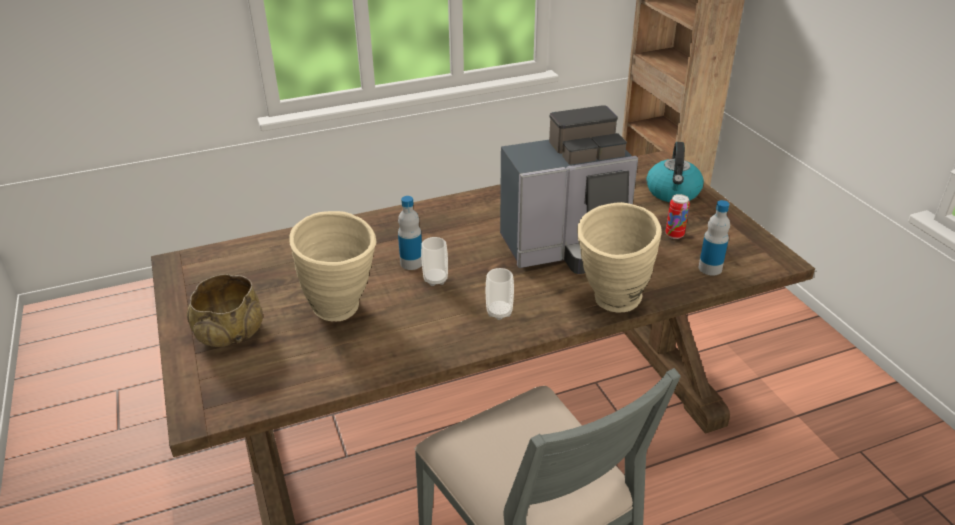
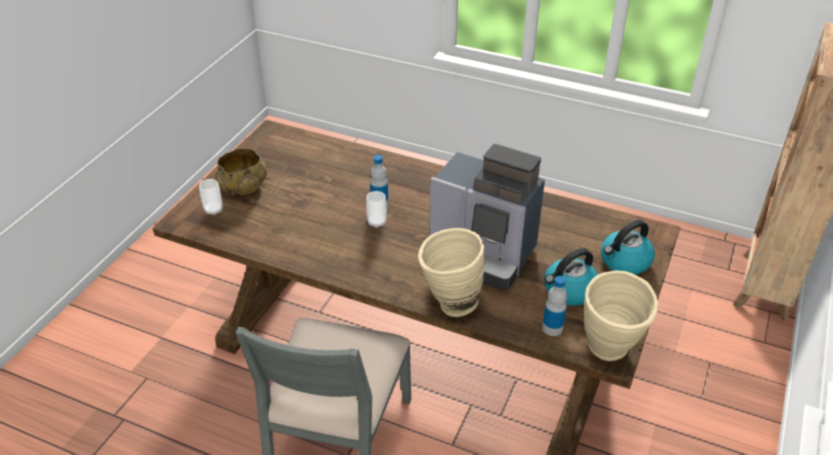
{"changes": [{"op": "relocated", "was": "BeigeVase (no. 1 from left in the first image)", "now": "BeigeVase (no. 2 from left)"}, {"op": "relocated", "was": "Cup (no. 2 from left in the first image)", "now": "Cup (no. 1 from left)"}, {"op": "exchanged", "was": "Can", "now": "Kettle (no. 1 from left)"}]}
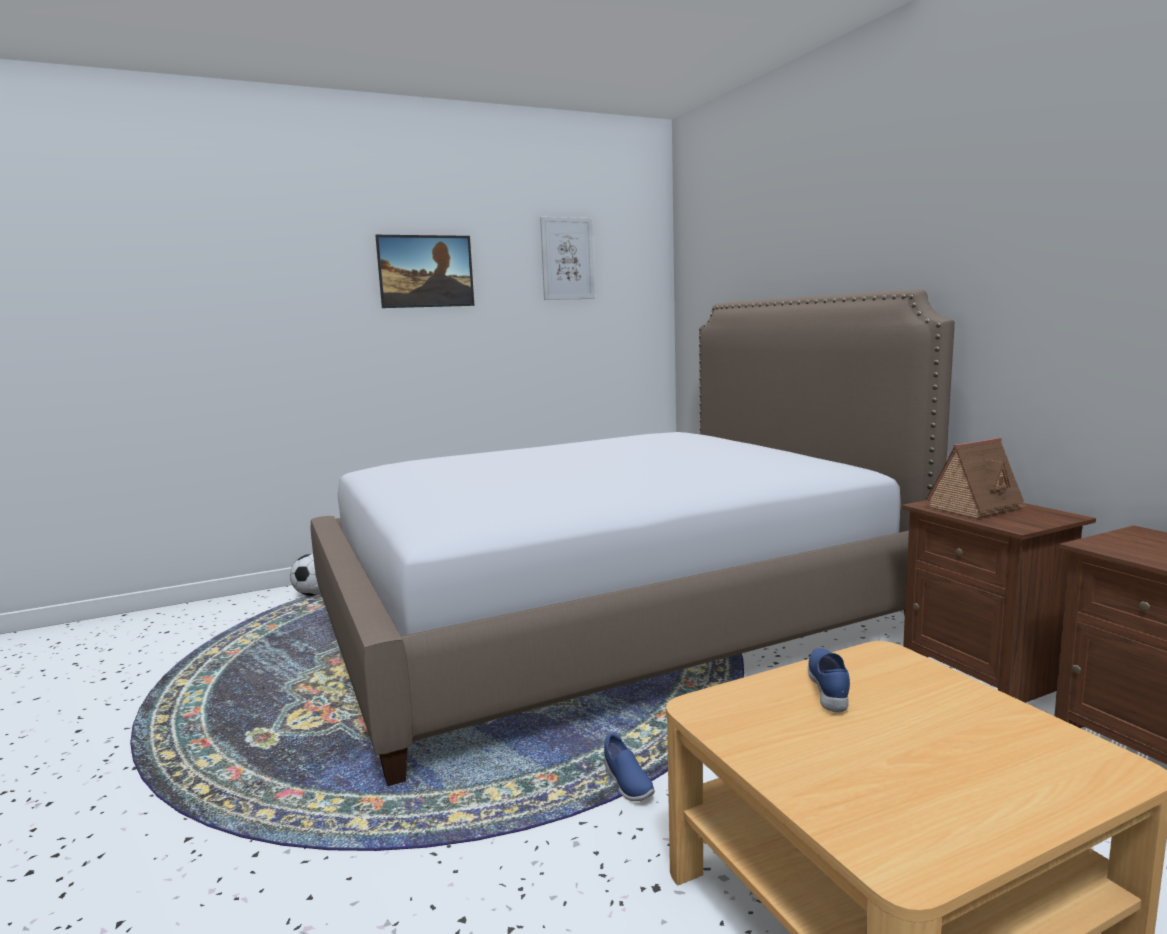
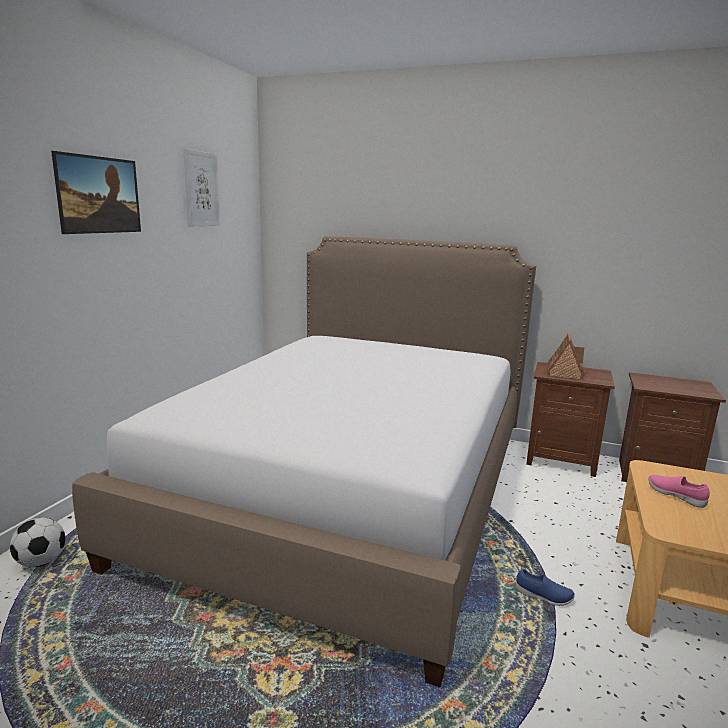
{"changes": [{"op": "colour", "was": "BlueShoe (no. 2 from left)", "now": "PinkShoe"}]}
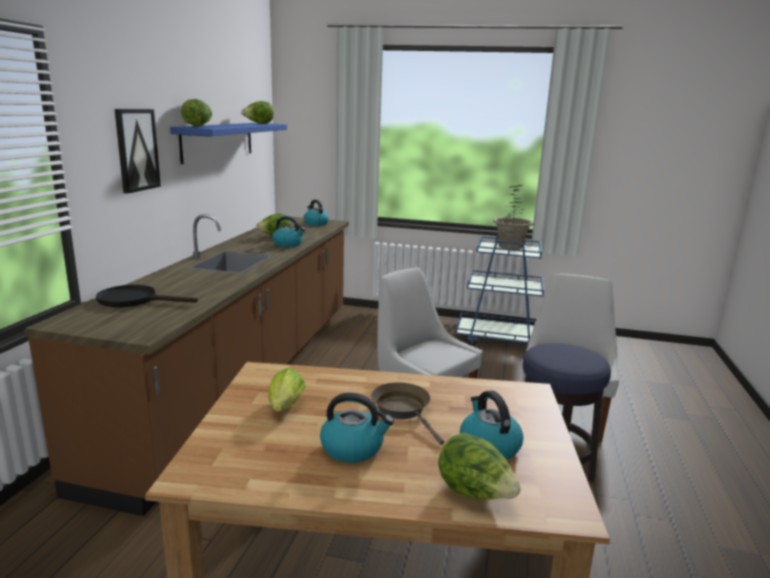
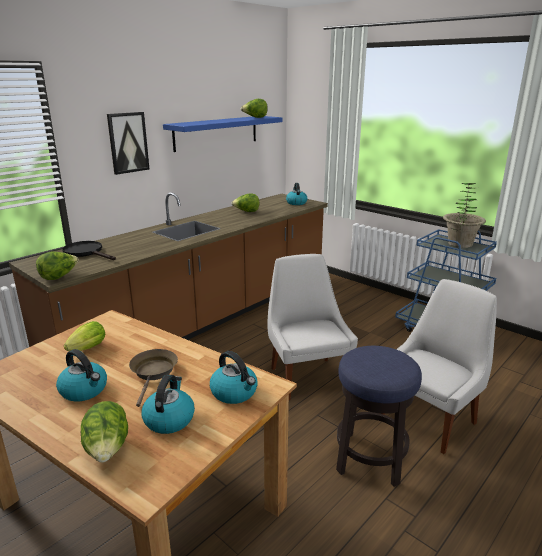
{"changes": [{"op": "relocated", "was": "Lettuce (no. 1 from left)"}, {"op": "relocated", "was": "Kettle (no. 1 from left in the first image)", "now": "Kettle (no. 3 from left)"}]}
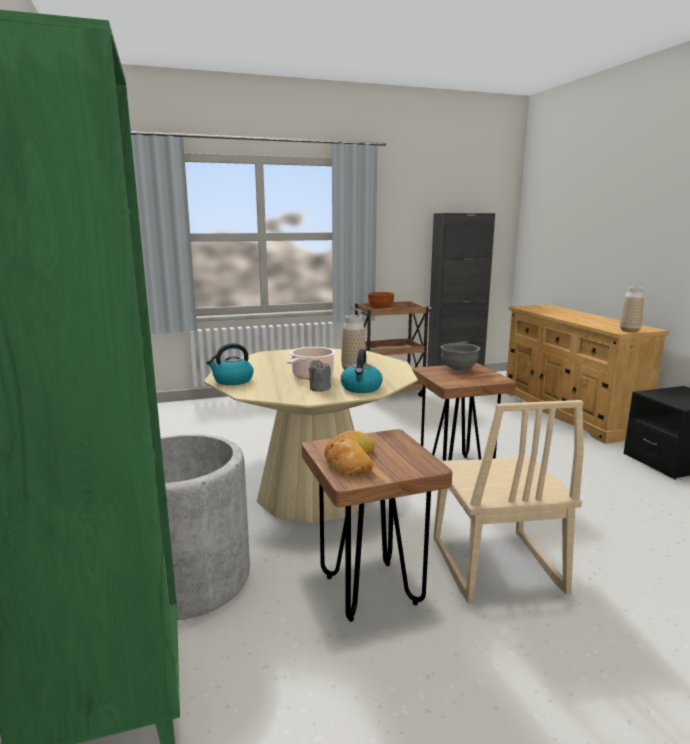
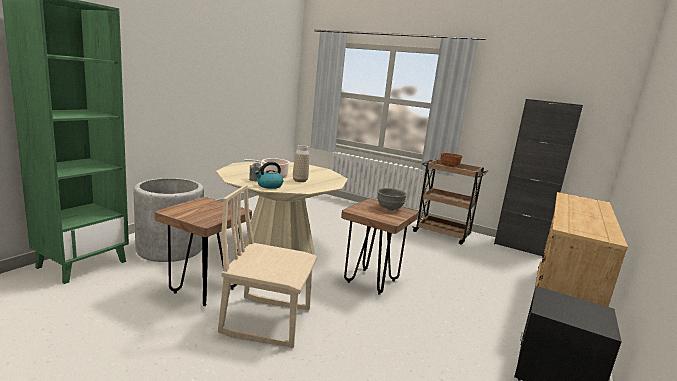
{"changes": [{"op": "missing", "was": "Kettle (no. 1 from left)"}, {"op": "missing", "was": "Bread"}, {"op": "missing", "was": "Vase (no. 2 from left)"}, {"op": "spun", "was": "BeigeChair", "clockwise": 60}]}
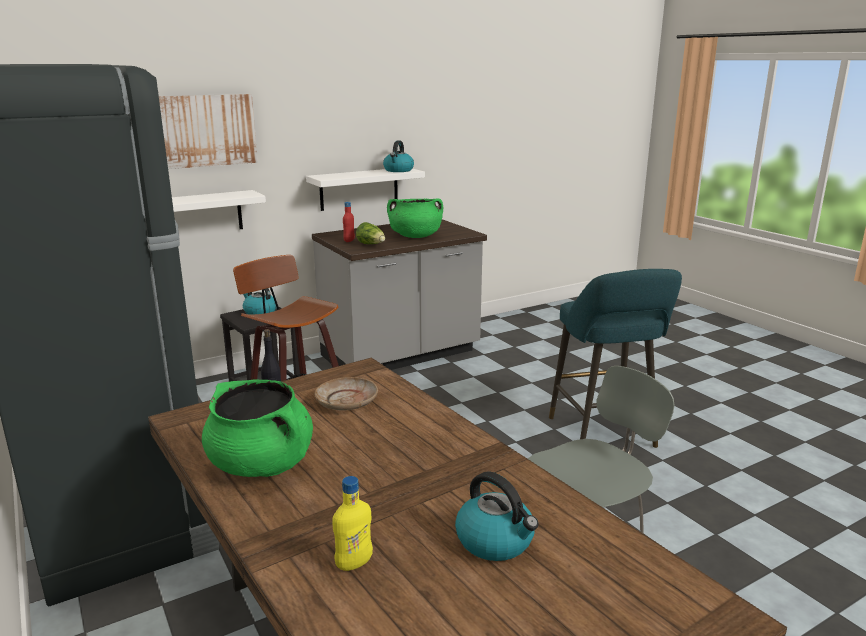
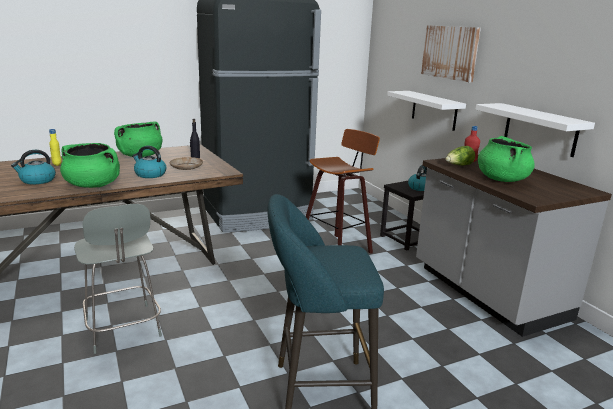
{"changes": [{"op": "appeared", "now": "GreenCookingPot (no. 1 from left)"}, {"op": "relocated", "was": "Kettle (no. 2 from left)"}]}
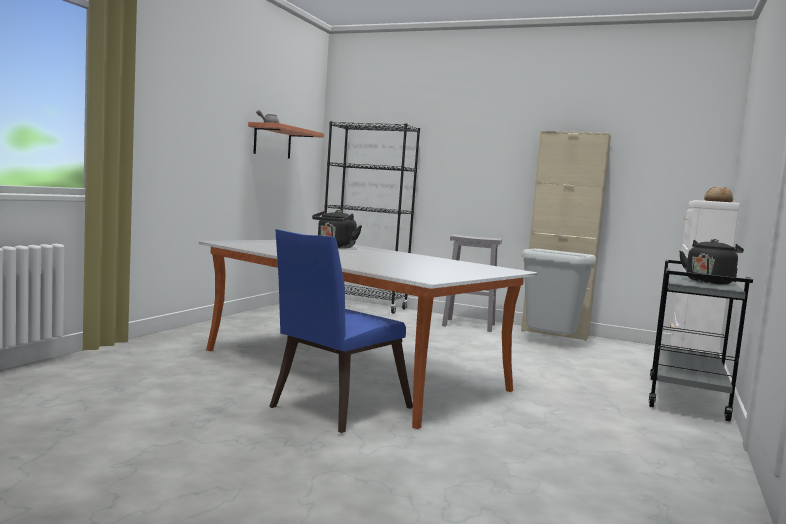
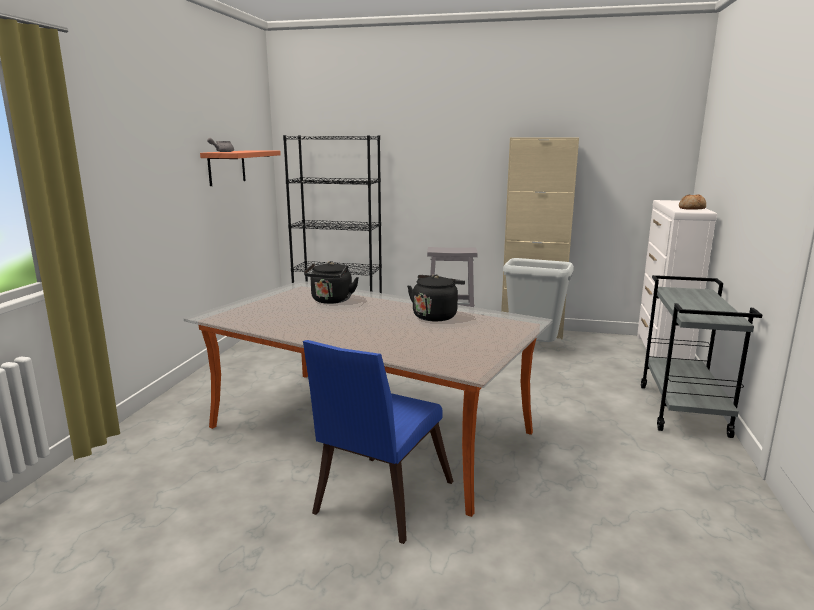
{"changes": [{"op": "relocated", "was": "BlackKettle (no. 2 from left)"}]}
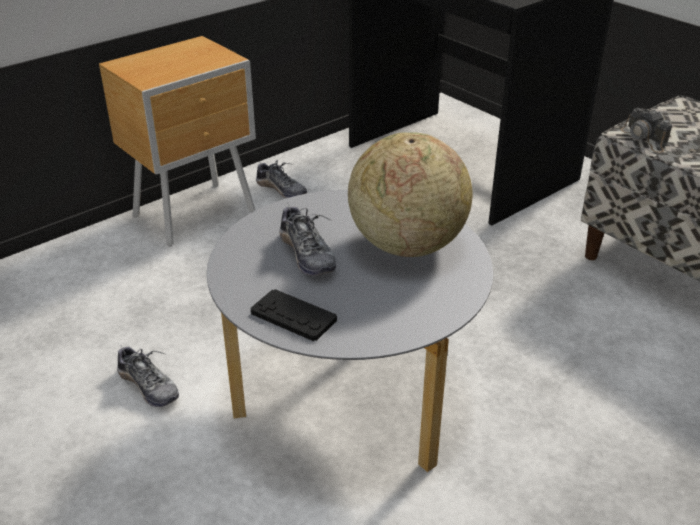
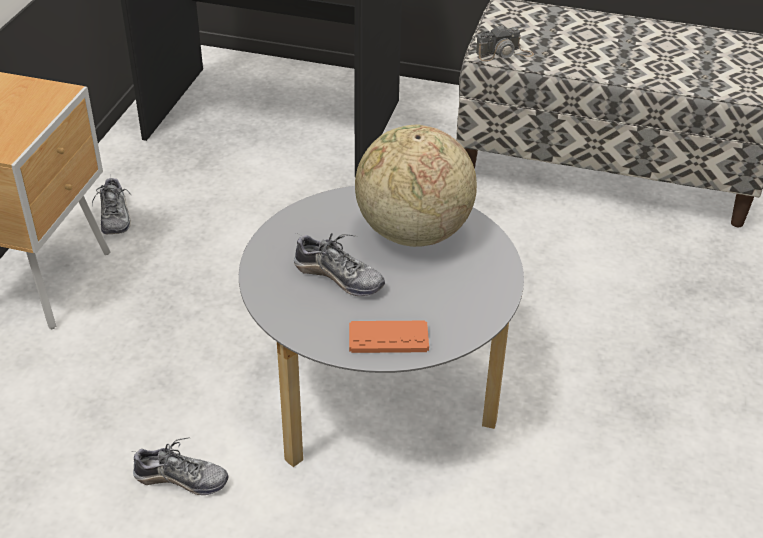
{"changes": [{"op": "colour", "was": "BlackGameController", "now": "OrangeGameController"}, {"op": "spun", "was": "Shoe (no. 2 from left in the first image)", "clockwise": 75}, {"op": "spun", "was": "PhotoCamera", "clockwise": -45}]}
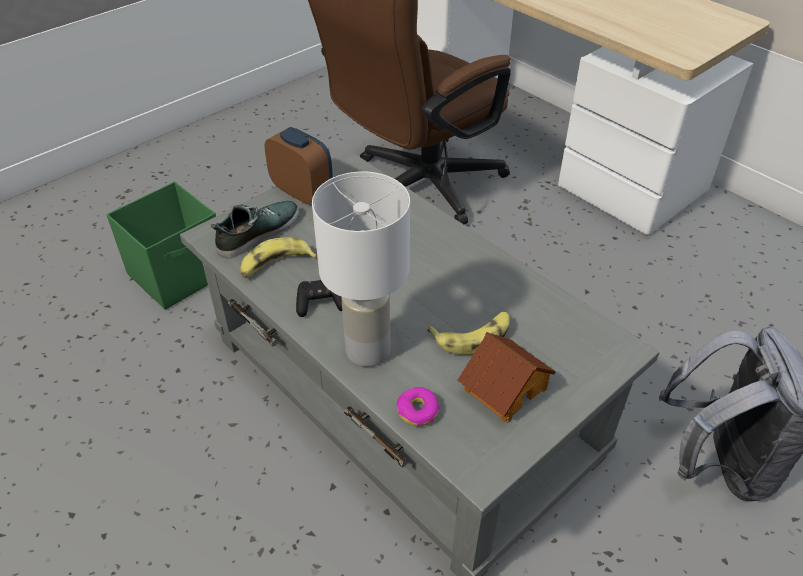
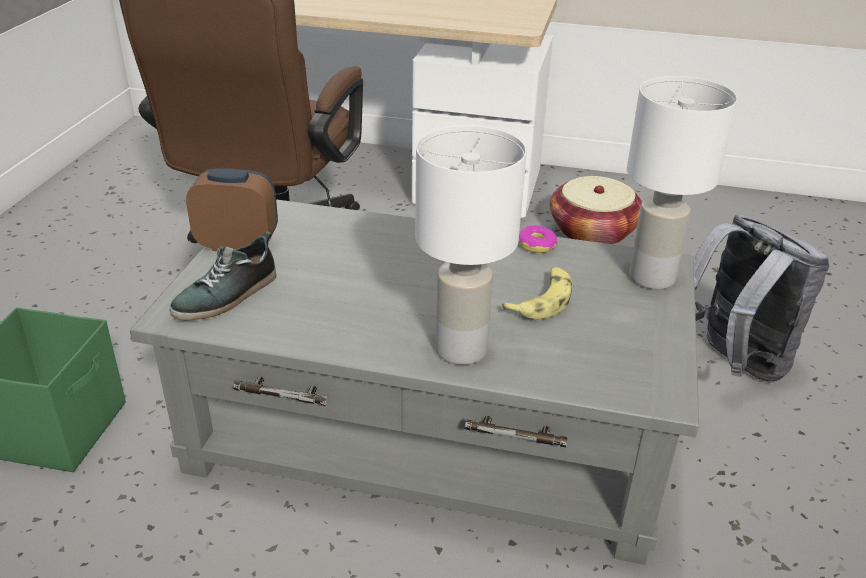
{"changes": [{"op": "missing", "was": "Banana (no. 1 from left)"}, {"op": "missing", "was": "BlackGameController"}, {"op": "missing", "was": "ToyHouse"}, {"op": "appeared", "now": "Basket"}, {"op": "appeared", "now": "WhiteTableLamp (no. 2 from left)"}, {"op": "relocated", "was": "Donut"}, {"op": "spun", "was": "Shoe", "clockwise": -150}]}
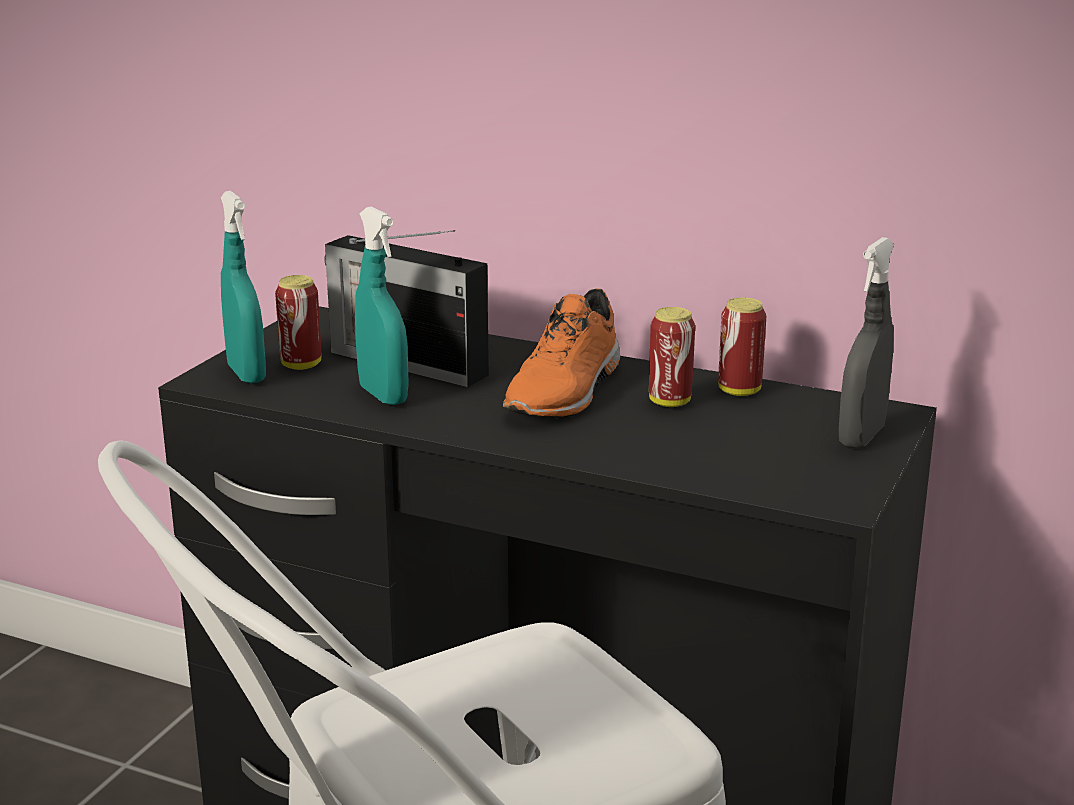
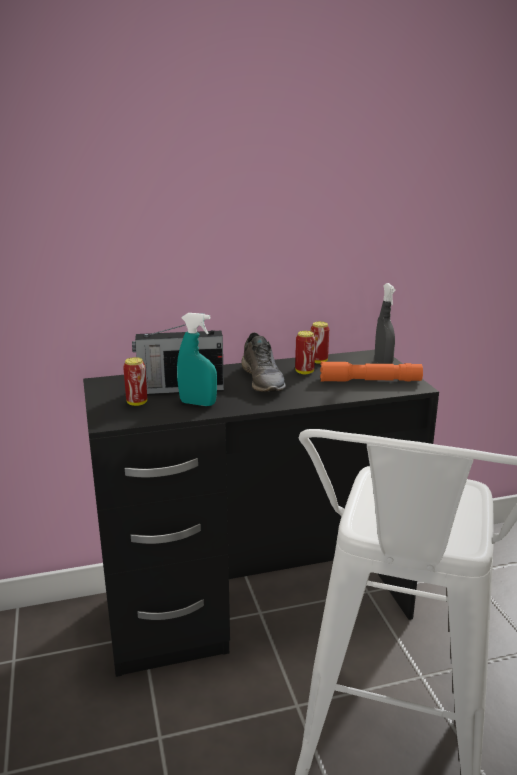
{"changes": [{"op": "missing", "was": "TurquoiseSprayBottle (no. 1 from left)"}, {"op": "appeared", "now": "OrangeFlashlight"}, {"op": "colour", "was": "OrangeShoe", "now": "GreyShoe"}]}
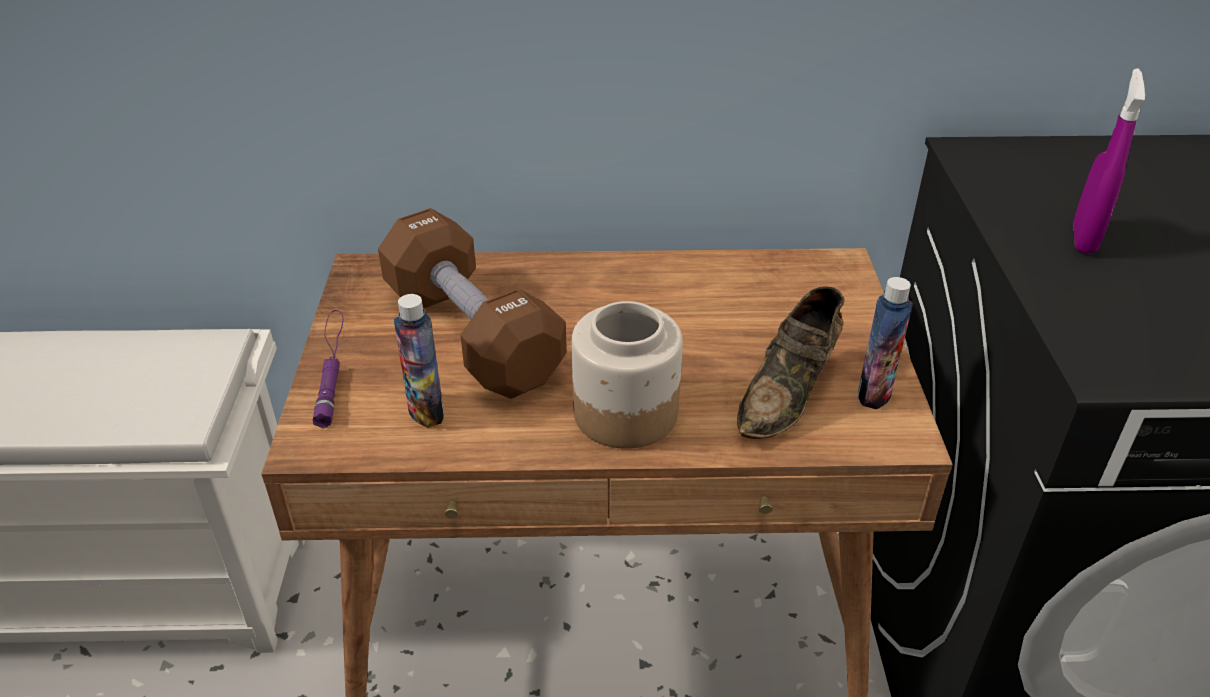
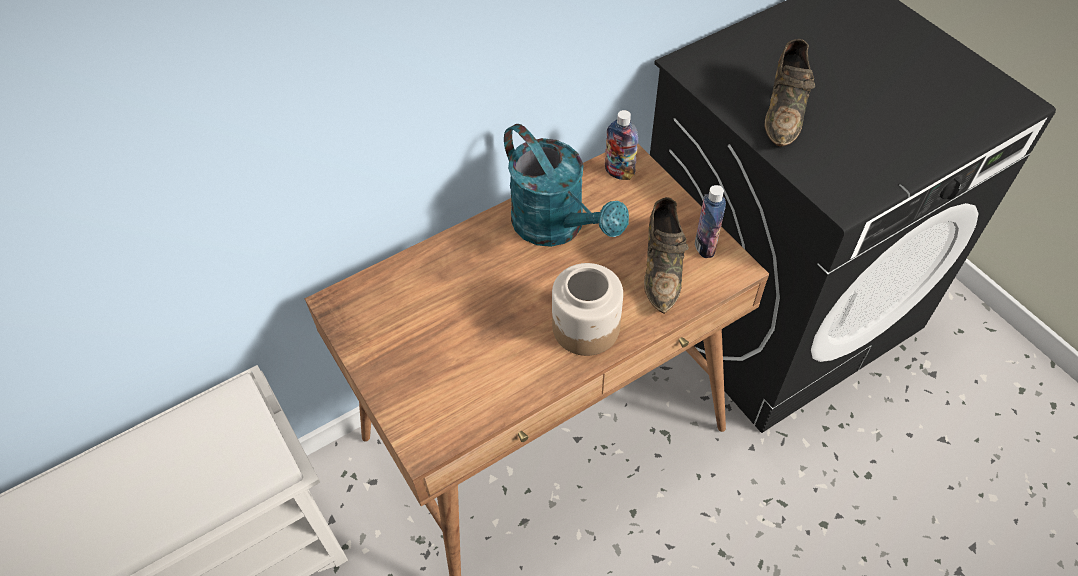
{"changes": [{"op": "missing", "was": "PurpleFlashlight"}, {"op": "missing", "was": "BrownDumbbell"}, {"op": "appeared", "now": "TurquoiseWateringCan"}, {"op": "relocated", "was": "Bottle (no. 1 from left)"}, {"op": "exchanged", "was": "PurpleSprayBottle", "now": "BrownShoe (no. 2 from left)"}]}
